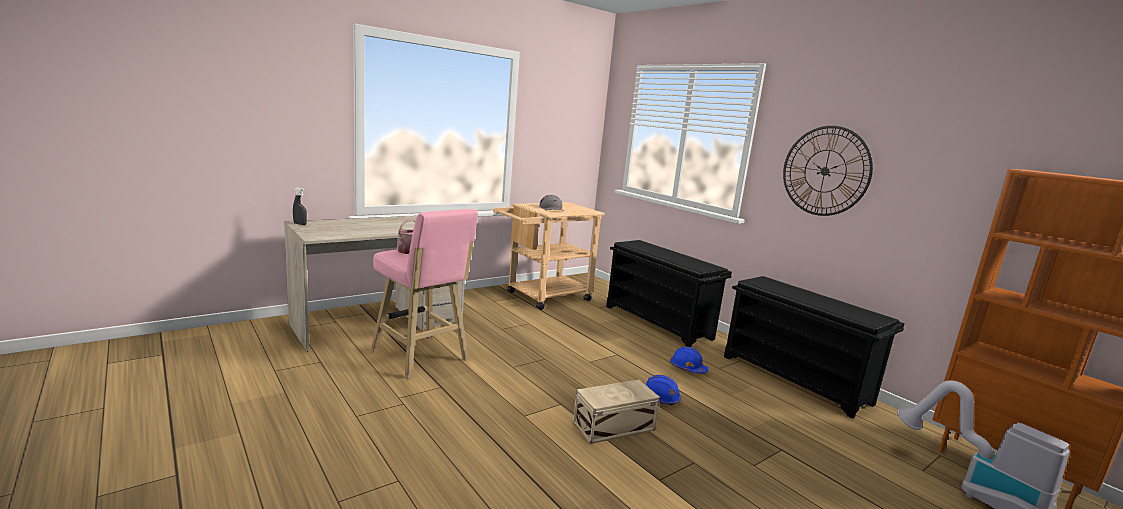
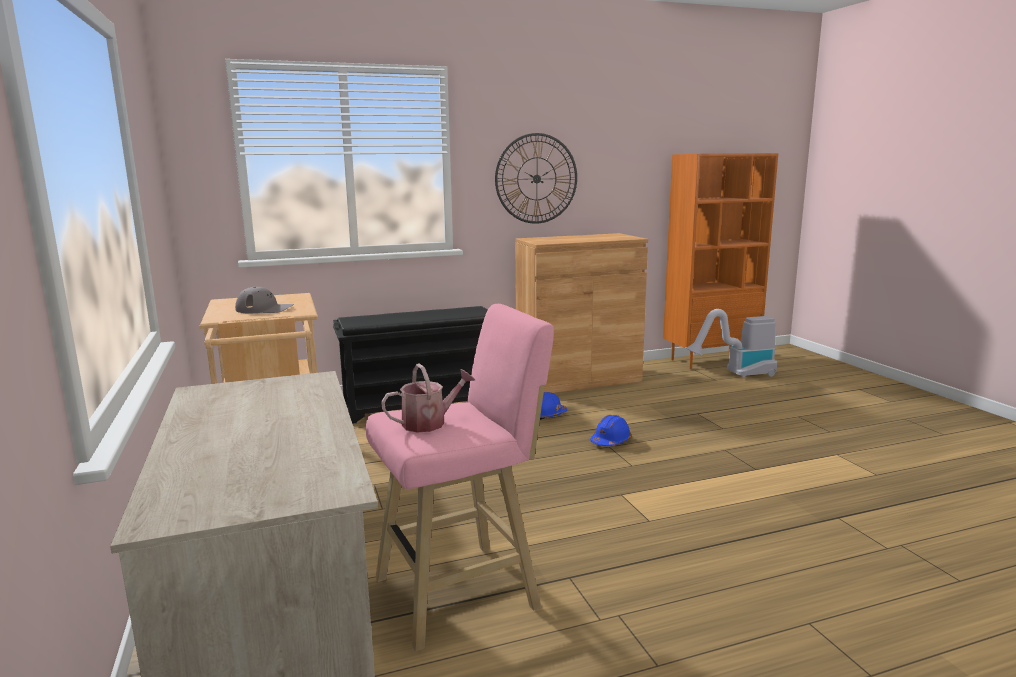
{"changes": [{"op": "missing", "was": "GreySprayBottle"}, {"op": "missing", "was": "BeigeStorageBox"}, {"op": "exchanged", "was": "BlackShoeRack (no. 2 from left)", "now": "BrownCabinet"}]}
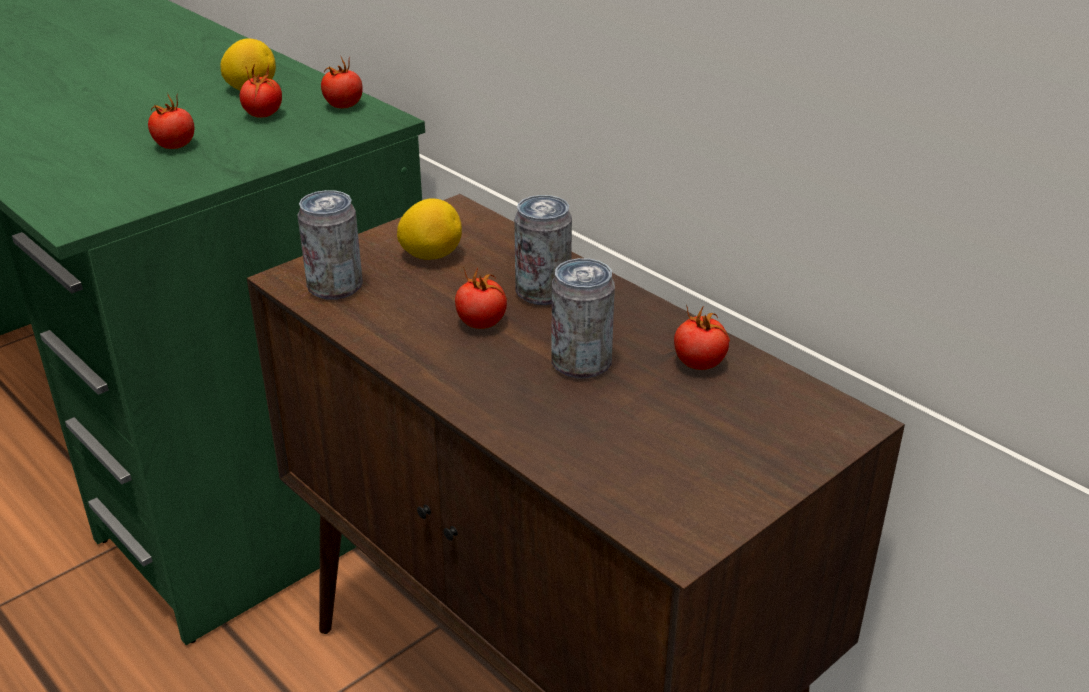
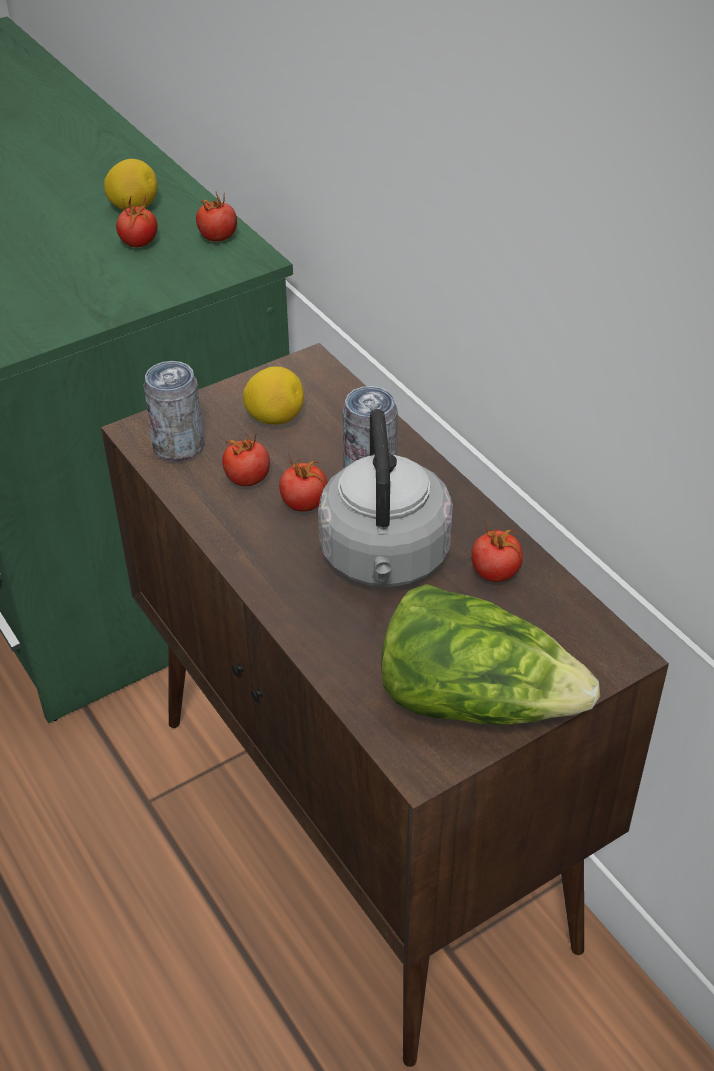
{"changes": [{"op": "appeared", "now": "Lettuce"}, {"op": "relocated", "was": "Tomato (no. 1 from left in the first image)", "now": "Tomato (no. 3 from left)"}, {"op": "exchanged", "was": "Can (no. 3 from left)", "now": "GreyKettle"}]}
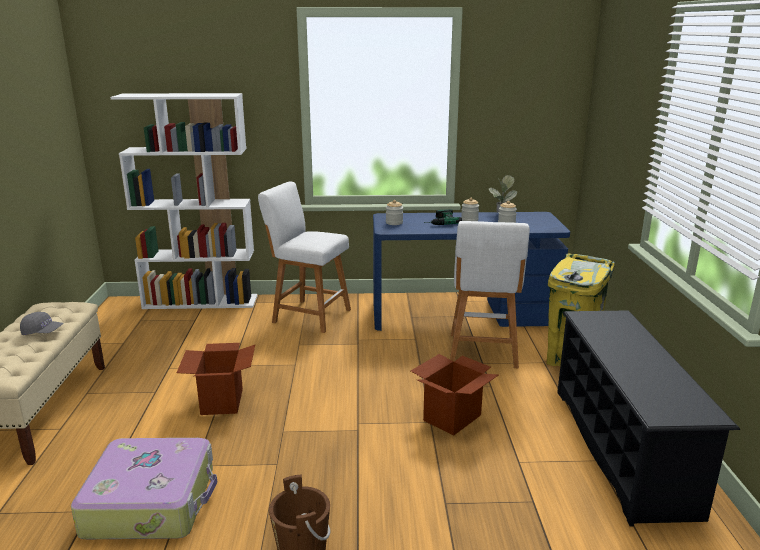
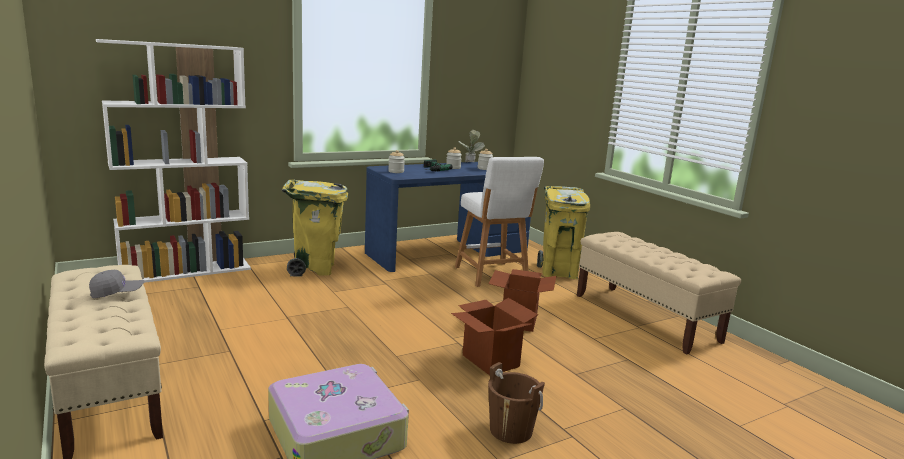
{"changes": [{"op": "relocated", "was": "CardboardBox (no. 1 from left)"}, {"op": "exchanged", "was": "WhiteStool (no. 1 from left)", "now": "YellowTrashCan (no. 1 from left)"}, {"op": "exchanged", "was": "BlackShoeRack", "now": "BeigeBench (no. 2 from left)"}]}
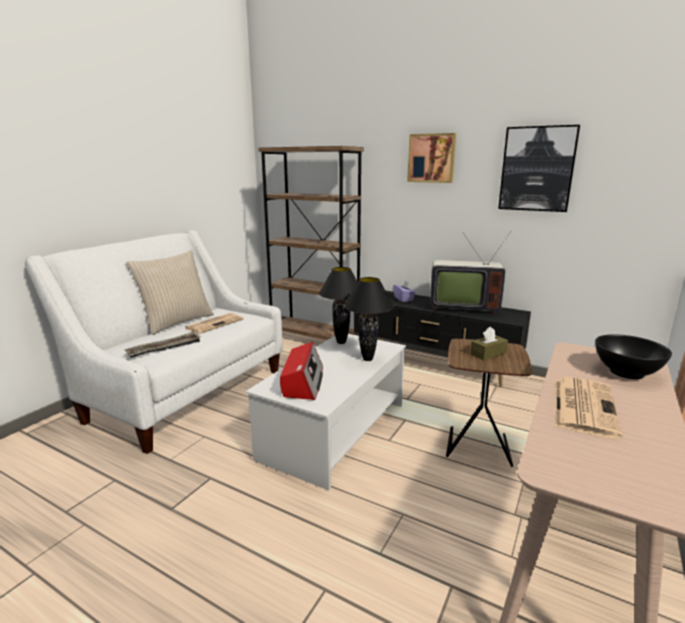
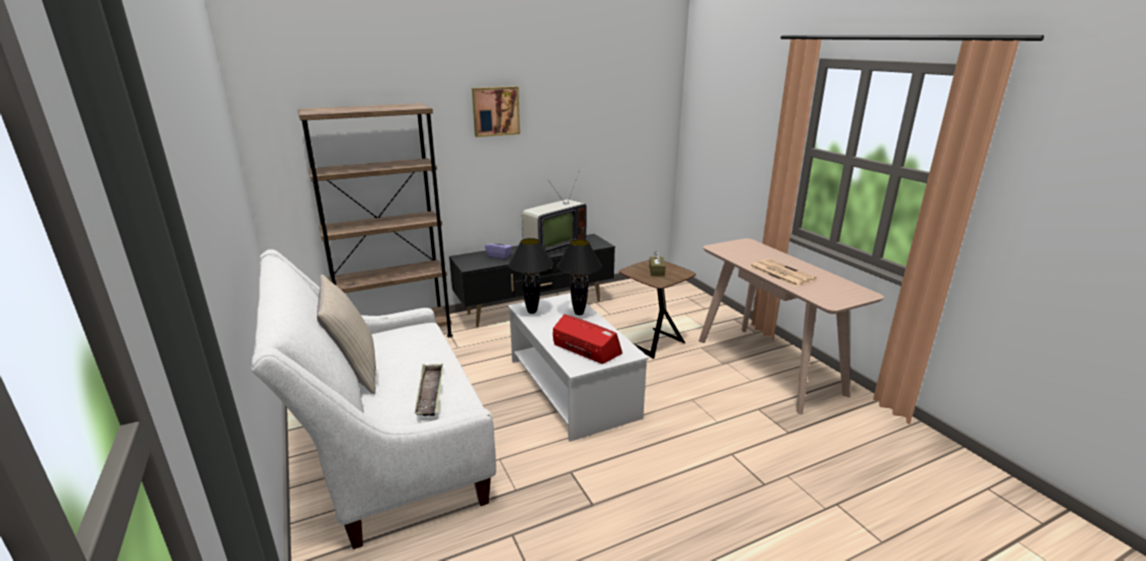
{"changes": [{"op": "missing", "was": "Newspaper (no. 1 from left)"}, {"op": "missing", "was": "Picture (no. 2 from left)"}, {"op": "missing", "was": "BlackBowl"}]}
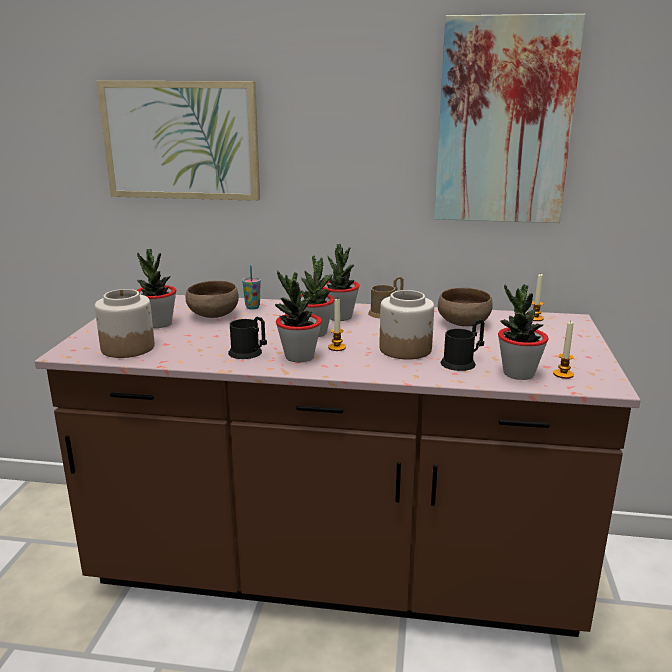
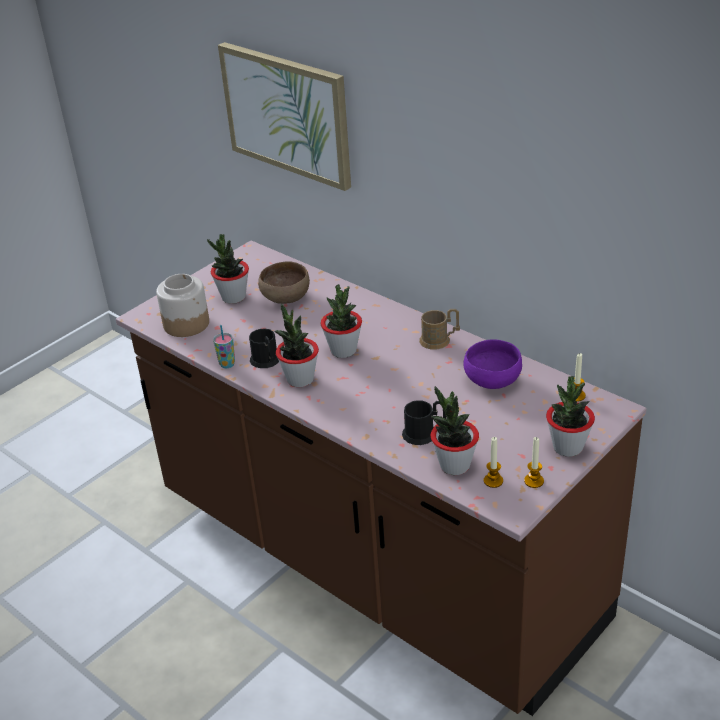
{"changes": [{"op": "missing", "was": "Jar (no. 2 from left)"}, {"op": "missing", "was": "Picture (no. 2 from left)"}, {"op": "relocated", "was": "Cup"}, {"op": "relocated", "was": "PottedPlant (no. 4 from left in the first image)", "now": "PottedPlant (no. 5 from left)"}, {"op": "relocated", "was": "Candle (no. 1 from left in the first image)", "now": "Candle (no. 2 from left)"}, {"op": "colour", "was": "BrownBowl (no. 2 from left)", "now": "PurpleBowl"}]}
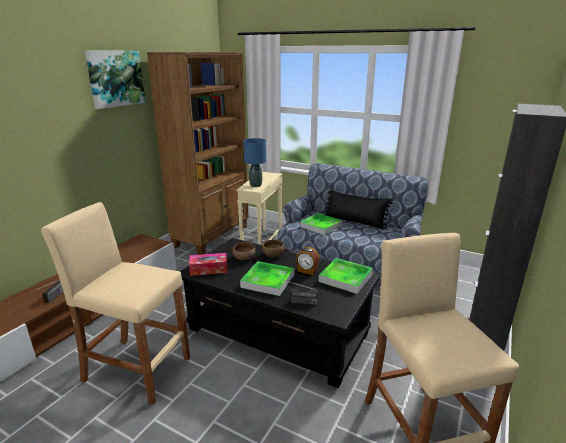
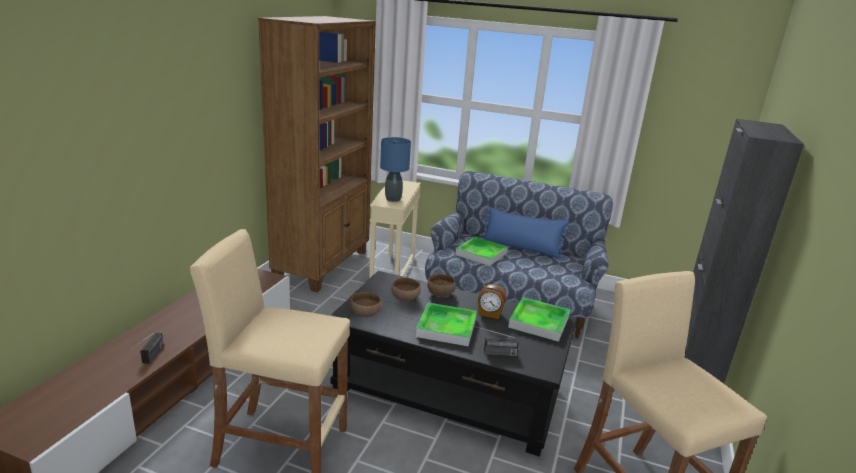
{"changes": [{"op": "missing", "was": "Picture"}, {"op": "exchanged", "was": "TissueBox", "now": "BrownBowl (no. 1 from left)"}, {"op": "colour", "was": "BlackPillow", "now": "BluePillow"}]}
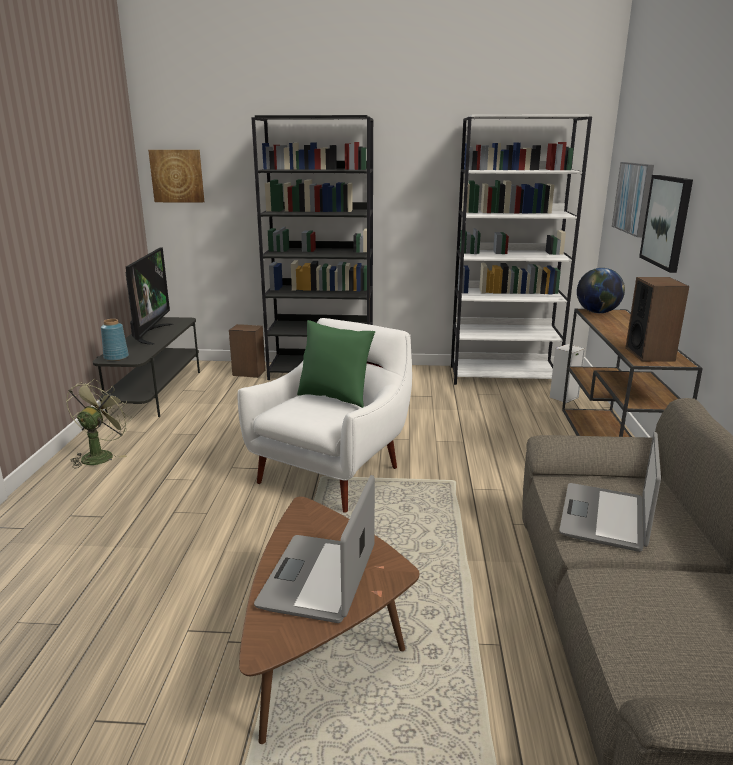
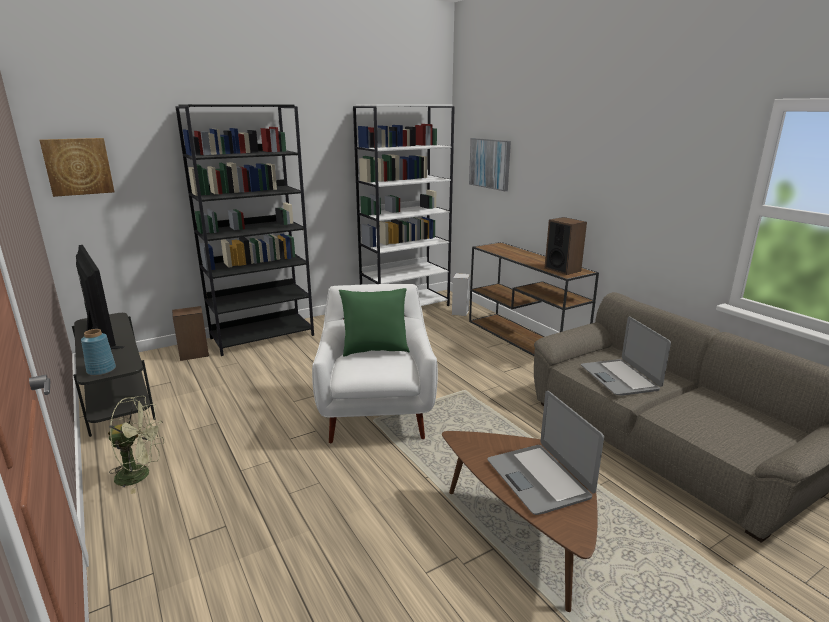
{"changes": [{"op": "missing", "was": "Globe"}, {"op": "missing", "was": "Picture (no. 3 from left)"}, {"op": "spun", "was": "GreenFan", "clockwise": 105}]}
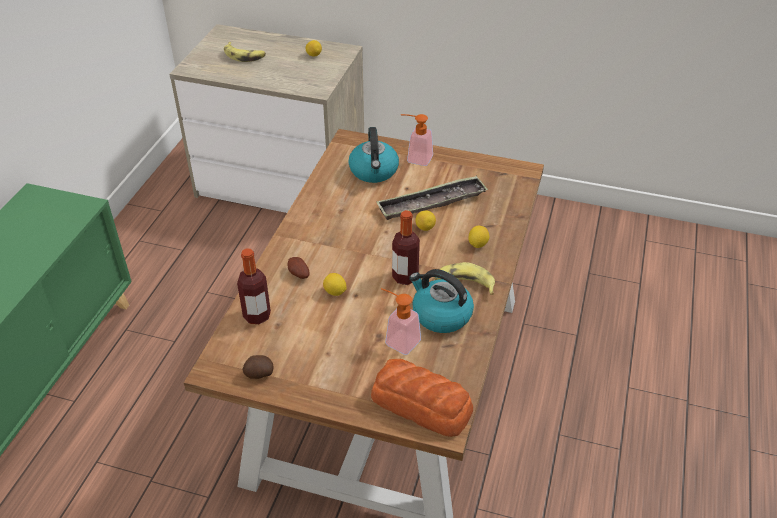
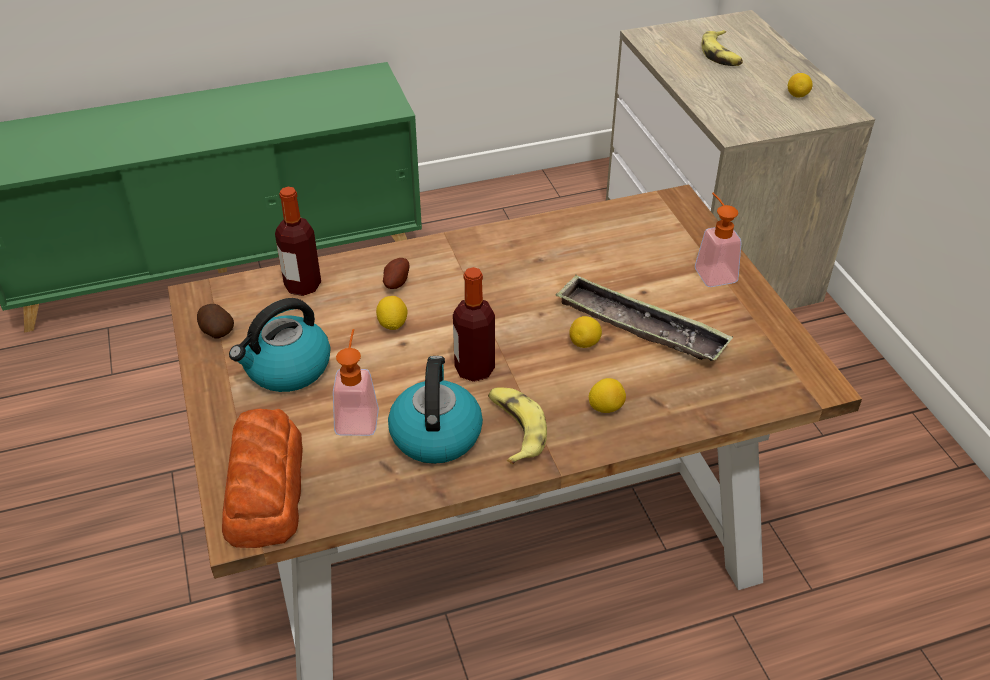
{"changes": [{"op": "relocated", "was": "Kettle (no. 1 from left)"}]}
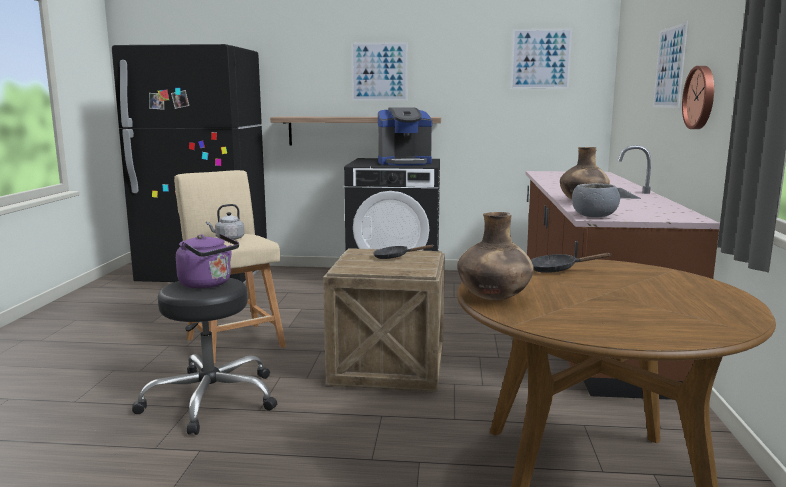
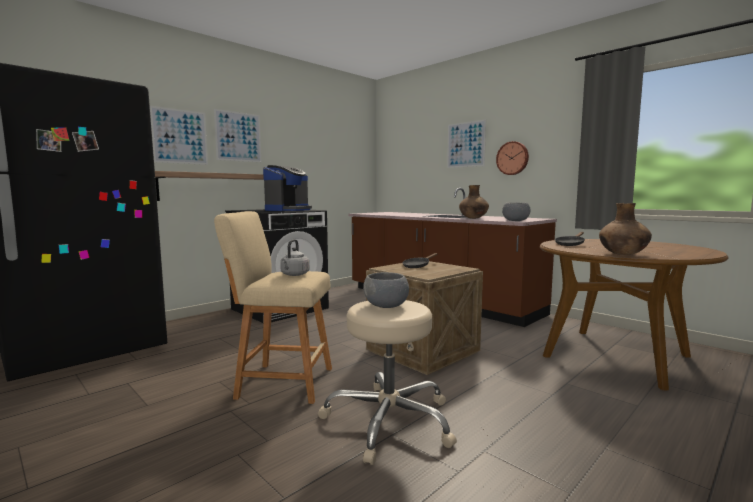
{"changes": [{"op": "relocated", "was": "Picture (no. 2 from left in the first image)", "now": "Picture (no. 1 from left)"}, {"op": "exchanged", "was": "PurpleKettle", "now": "GreyBowl (no. 1 from left)"}, {"op": "colour", "was": "BlackStool", "now": "BeigeStool (no. 2 from left)"}]}
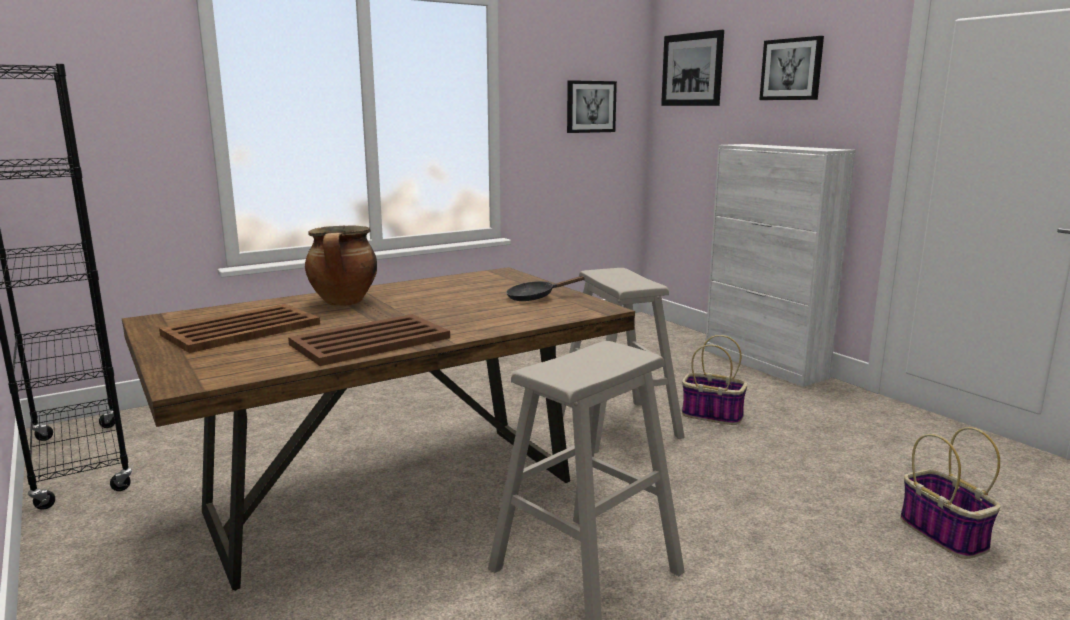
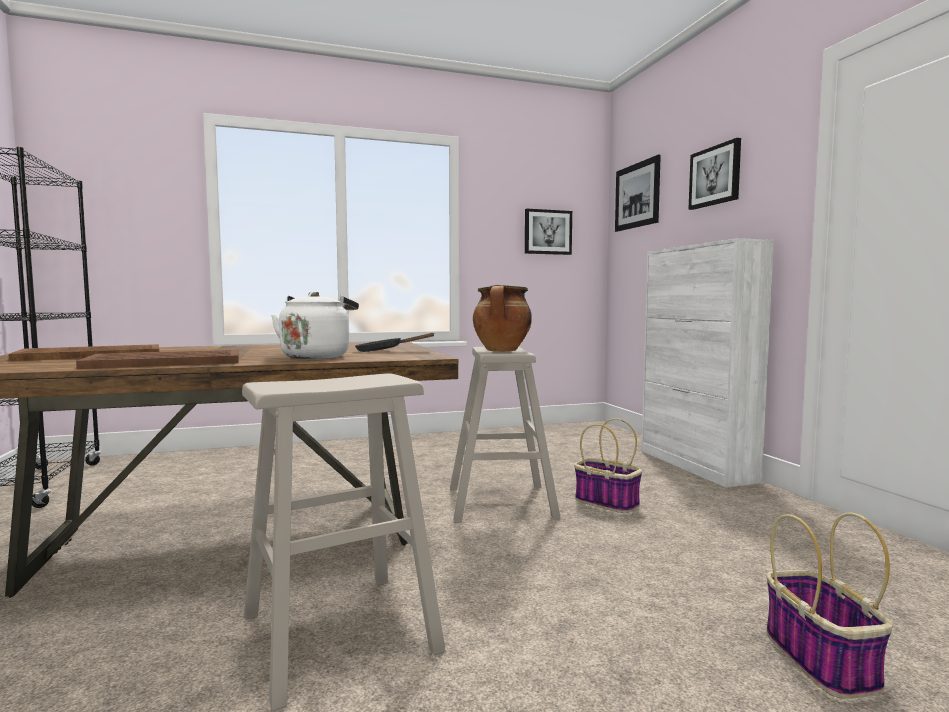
{"changes": [{"op": "appeared", "now": "WhiteKettle"}, {"op": "relocated", "was": "CookingPot"}]}
